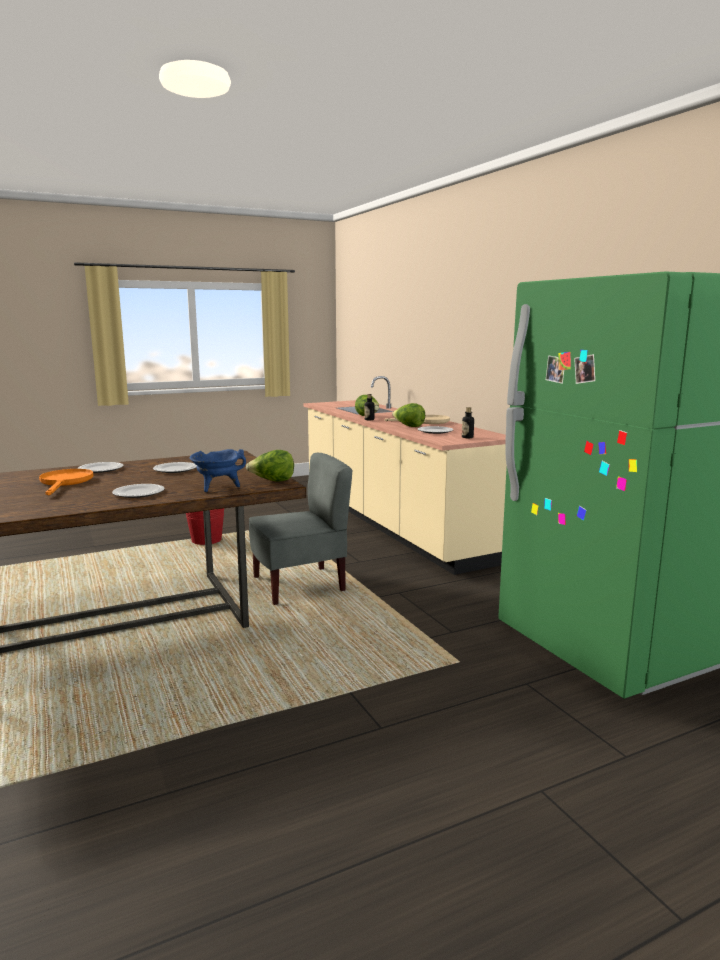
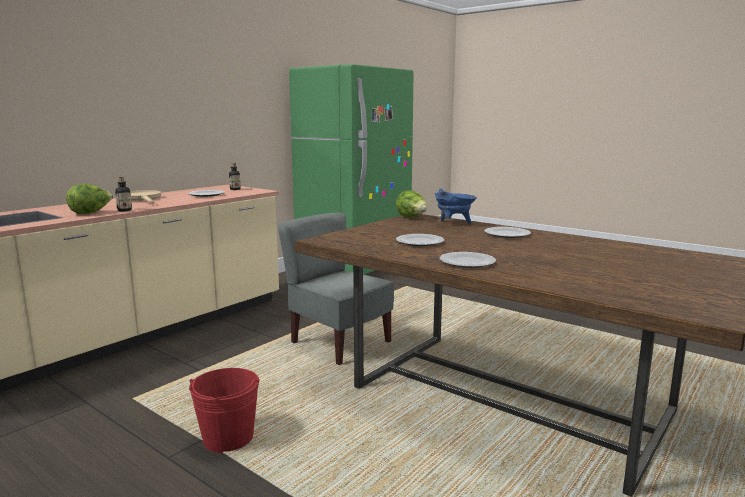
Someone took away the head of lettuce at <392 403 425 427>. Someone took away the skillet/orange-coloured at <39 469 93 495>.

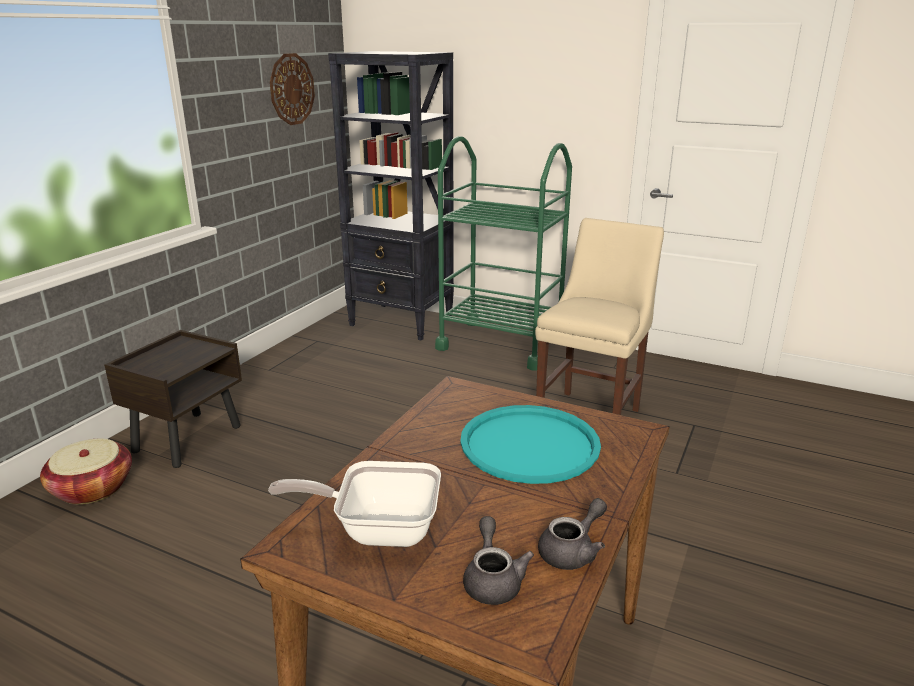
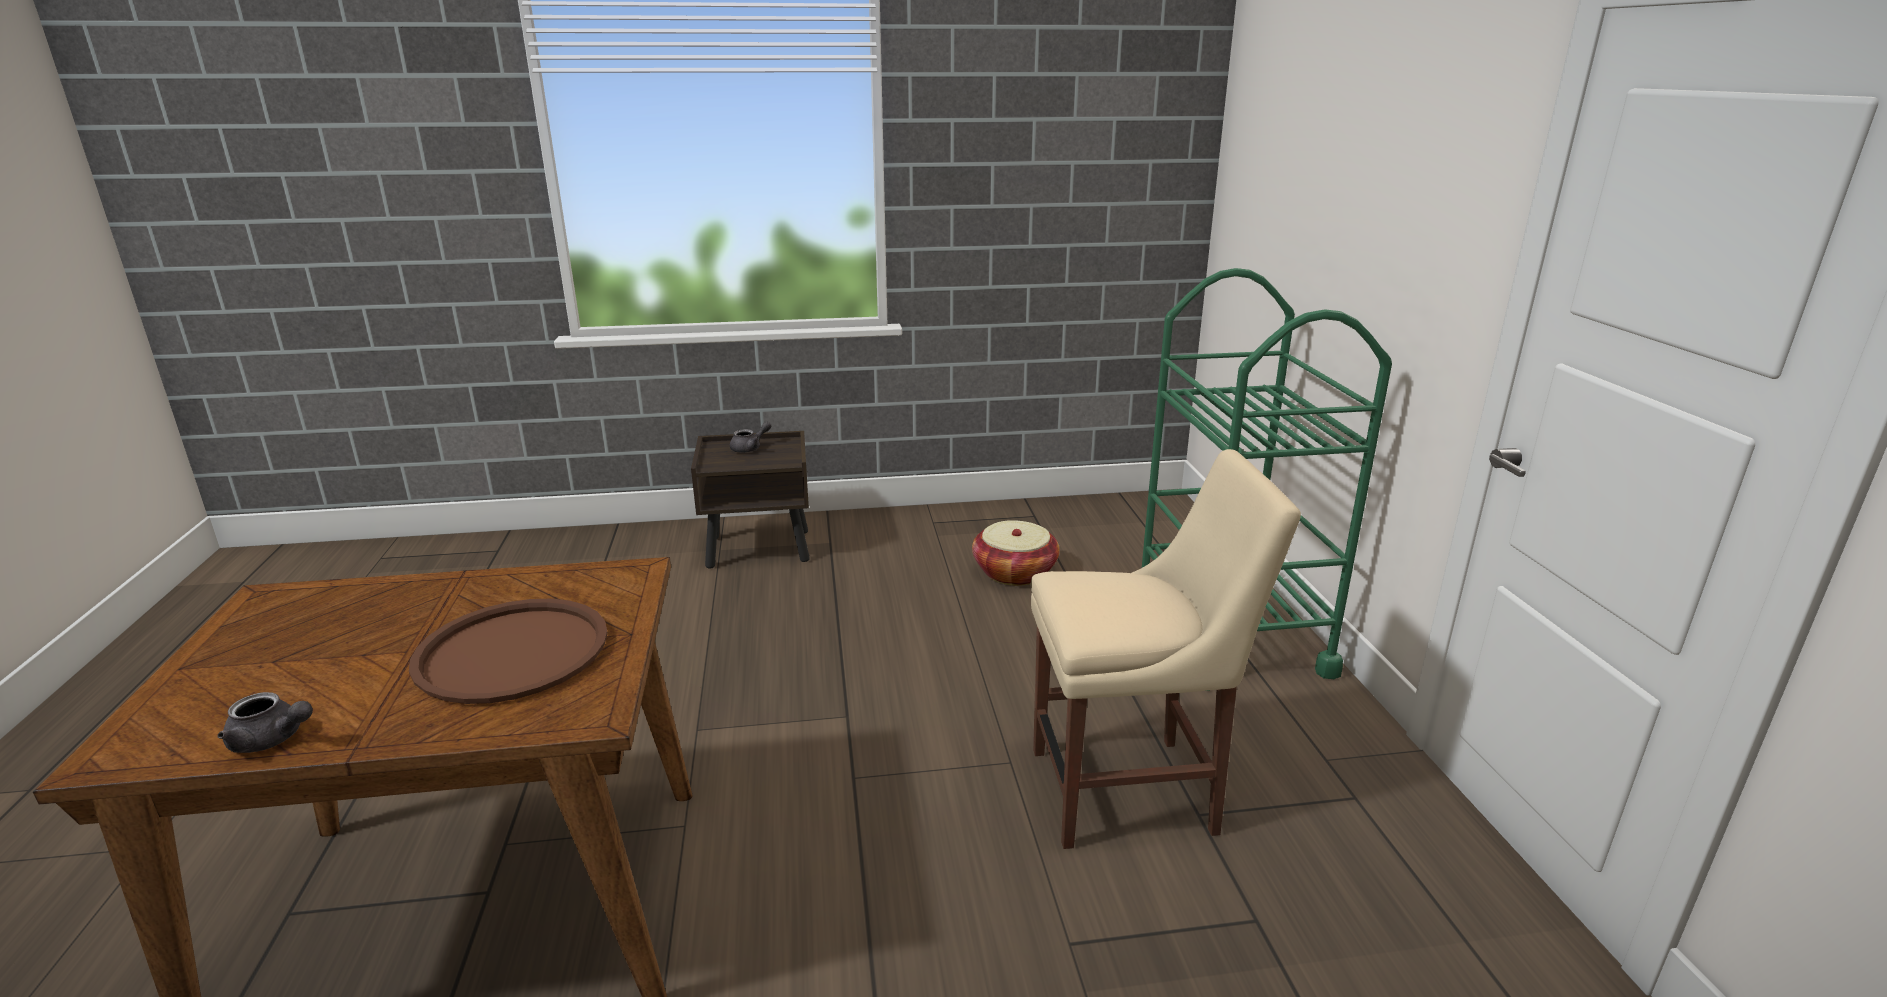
Someone took away the bookcase/black at <328 51 454 341>. Someone took away the hanging clock at <270 53 315 125>. Someone repainted the tray/blue-green at <460 405 601 484>, which became the tray/brownish at <409 599 608 704>. Someone carried the basket from <40 438 132 505> to <972 520 1060 586>. Someone took away the skillet at <268 461 441 547>. Someone carried the tea pot/greyish from <463 516 534 605> to <730 421 771 453>.

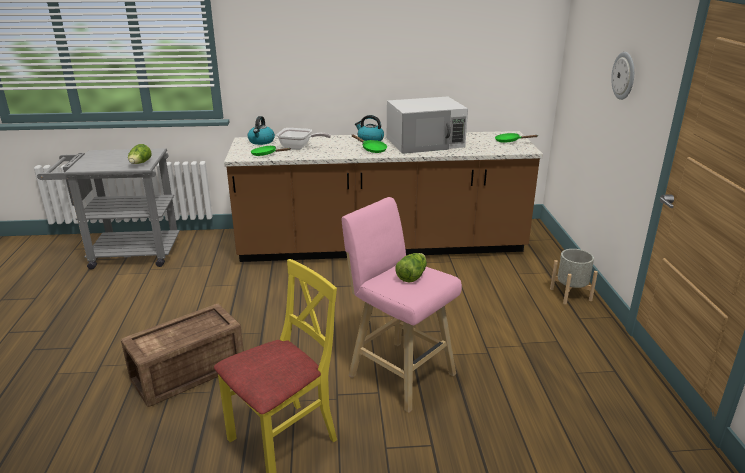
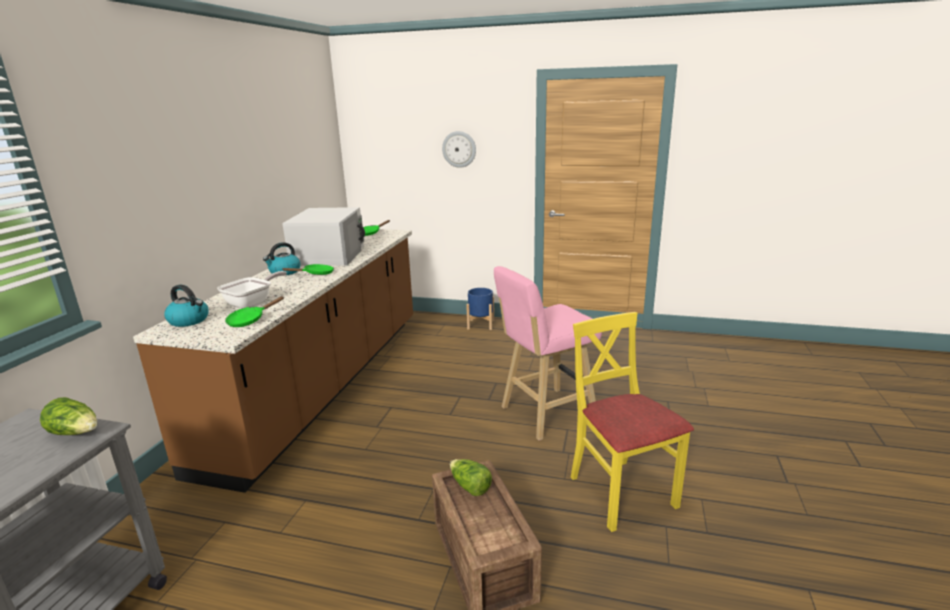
Someone repainted the planter/greyish at <550 249 598 304>, which became the planter/bluish at <466 288 494 330>. Someone carried the head of lettuce from <395 253 427 283> to <450 459 492 496>.

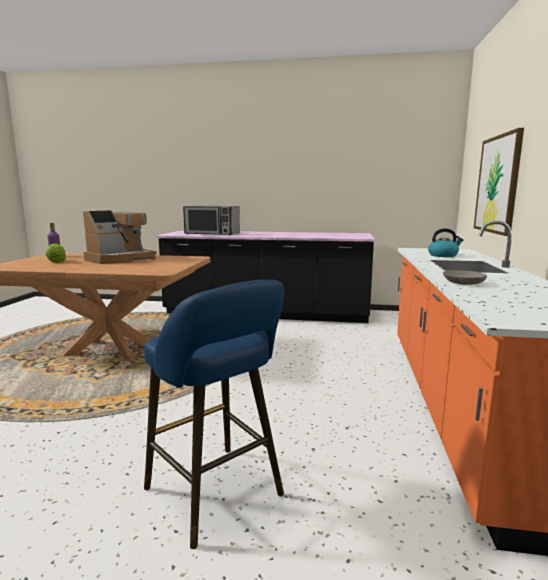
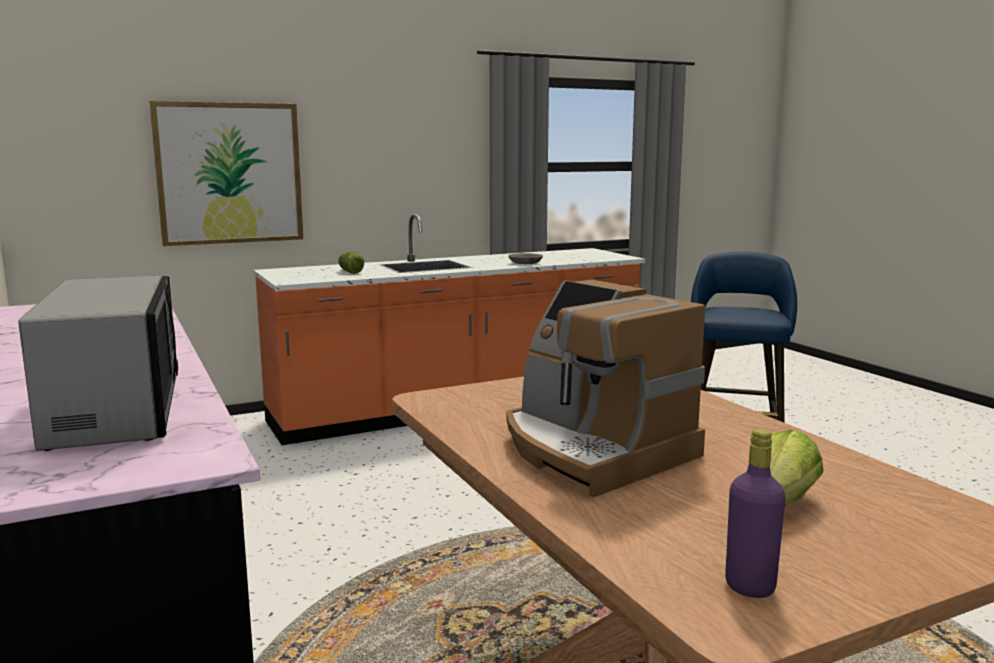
Someone rotated the coffee brewer at <83 210 157 264> by 135 degrees counterclockwise. Someone swapped the kettle at <428 228 463 257> for the head of lettuce at <338 252 364 274>.

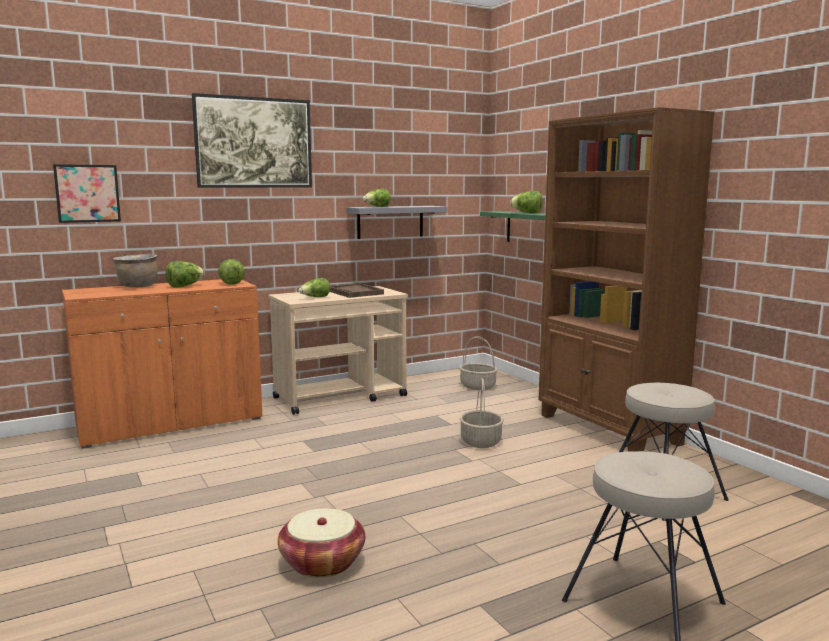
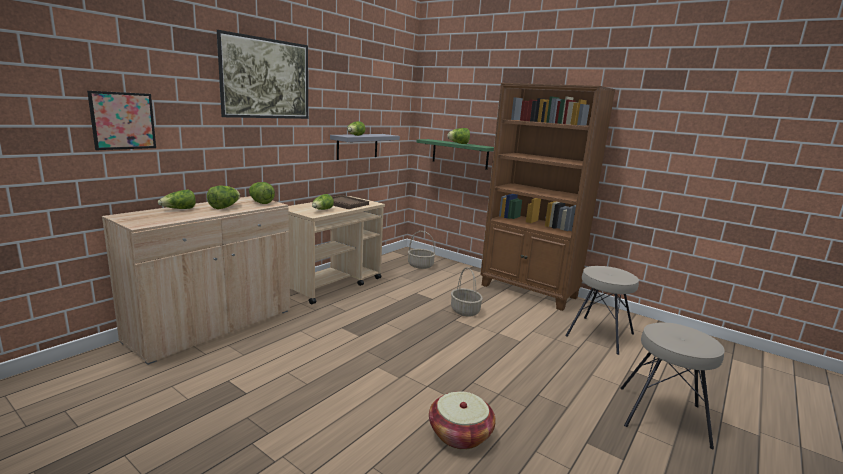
Someone swapped the cooking pot/brownish at <113 254 157 288> for the head of lettuce at <158 190 196 209>. Someone repainted the cabinet/orange-coloured at <62 279 262 449>, which became the cabinet/beige at <102 196 290 365>.

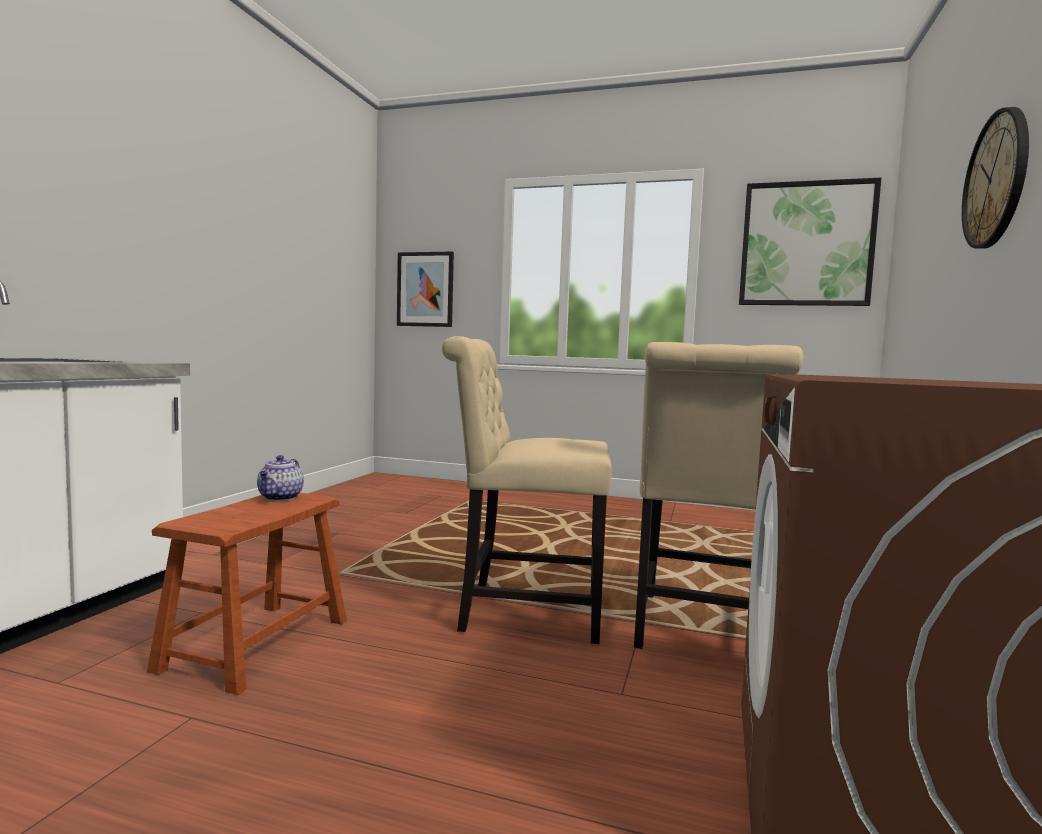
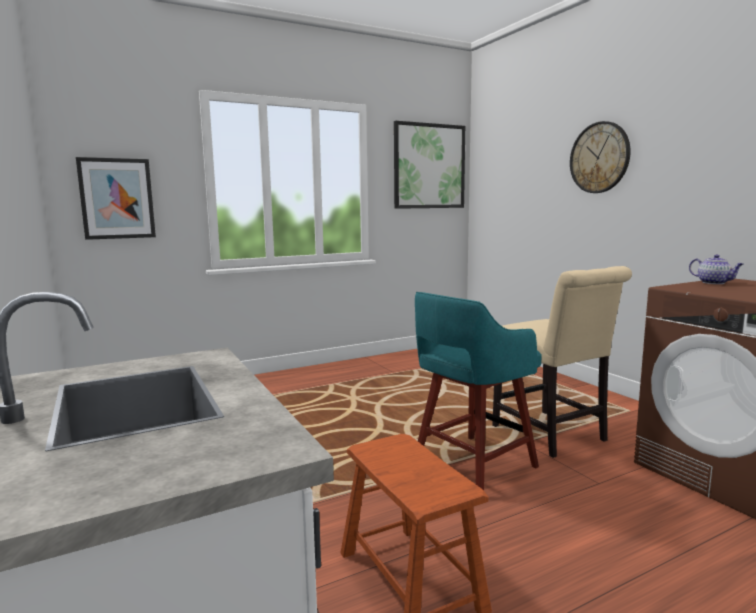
Someone swapped the upright chair/beige at <442 336 612 645> for the stool seat/blue-green at <415 292 542 490>. Someone carried the tea pot from <257 455 304 501> to <689 254 744 284>.

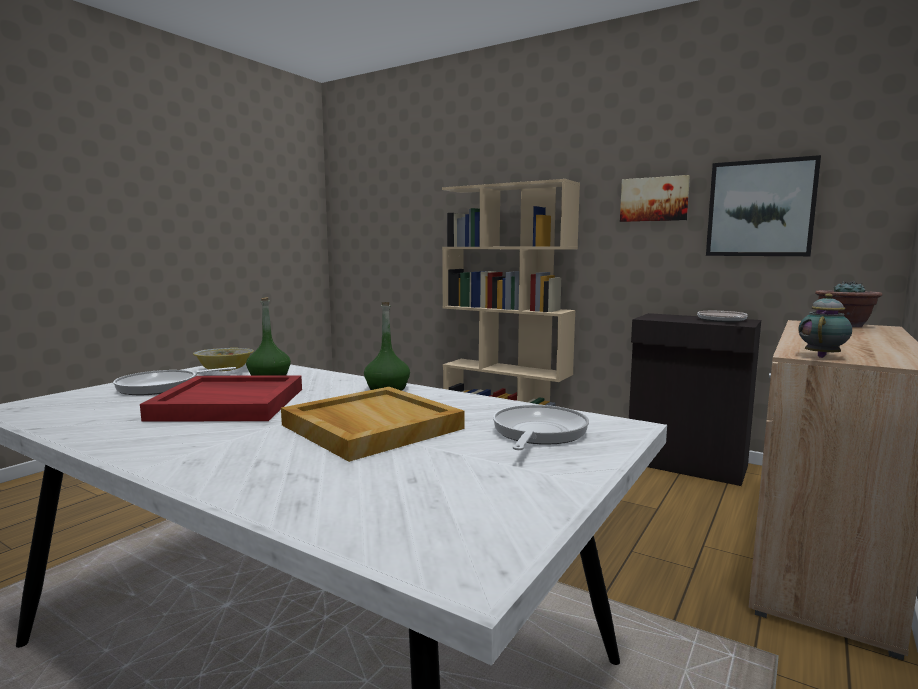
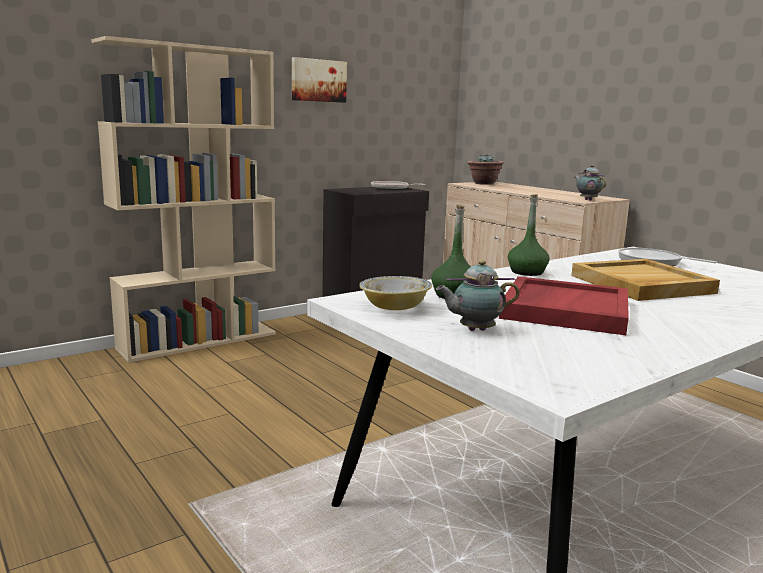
Someone took away the wall picture at <706 155 821 256>. Someone swapped the skillet at <113 367 236 395> for the tea pot at <436 260 520 331>.

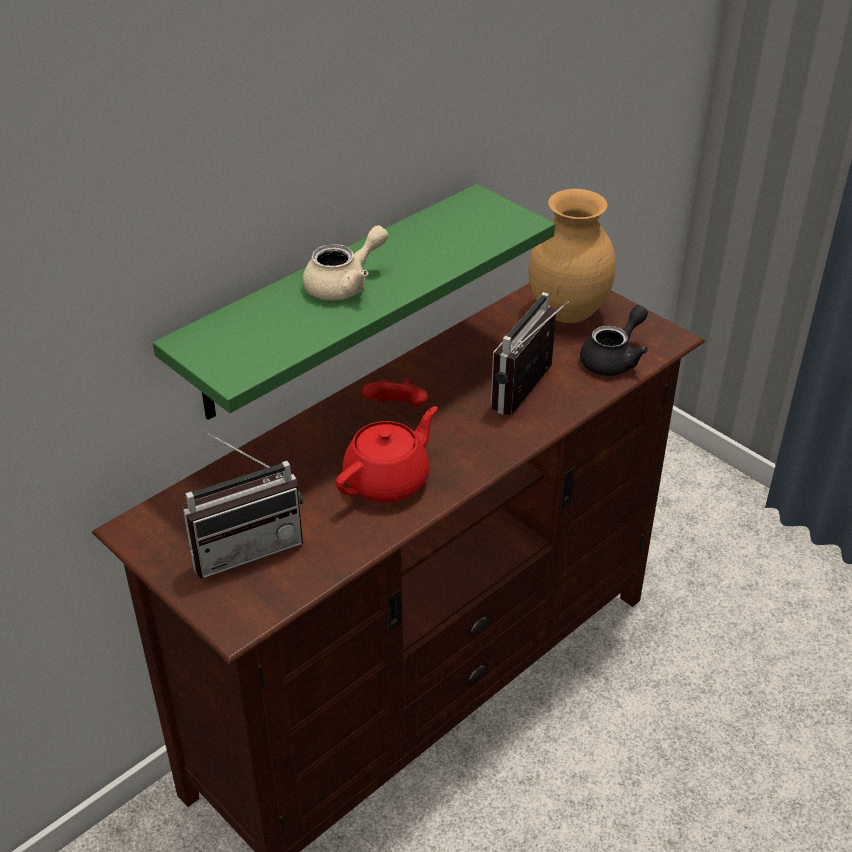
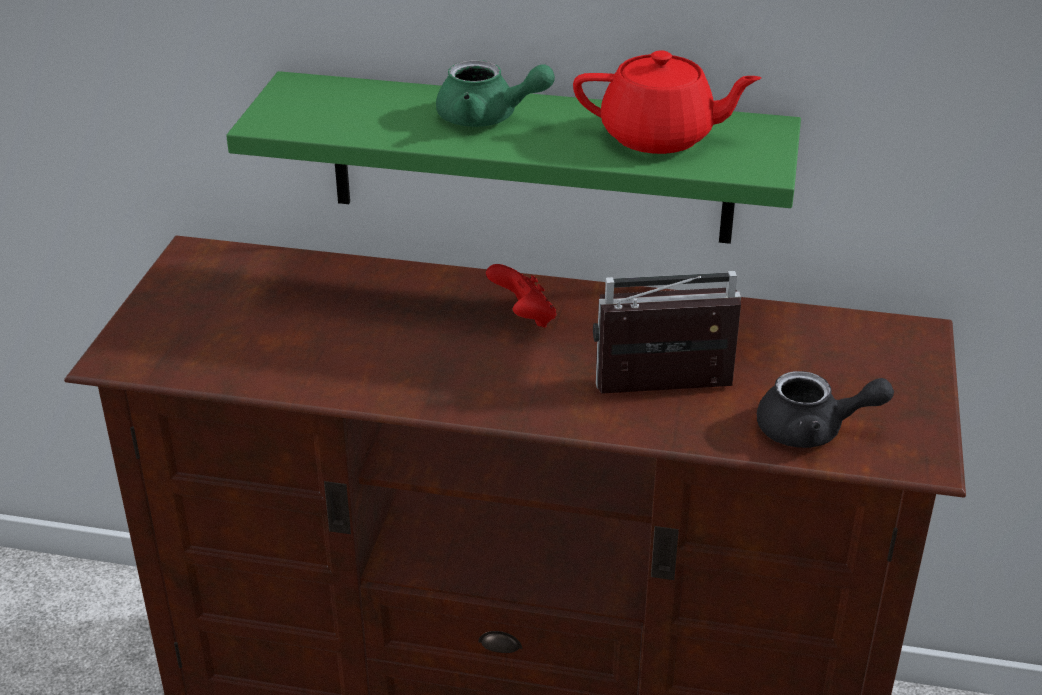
Someone took away the vase/brownish at <528 189 616 323>. Someone repainted the tea pot/beige at <303 225 388 301>, which became the tea pot/green at <436 60 555 127>. Someone carried the tea pot/reddish from <336 406 438 502> to <573 50 761 154>. Someone took away the radio receiver at <182 433 303 578>.

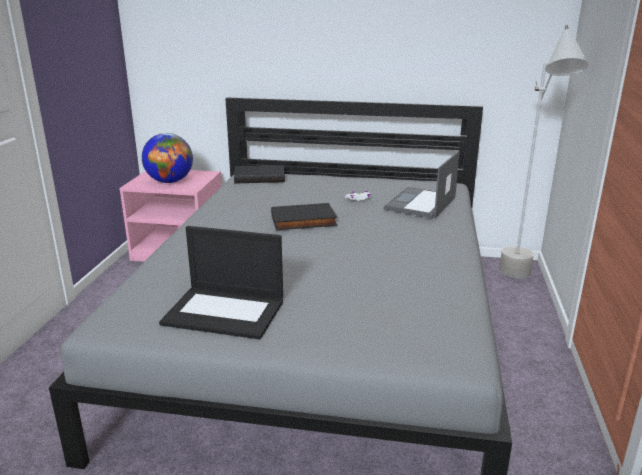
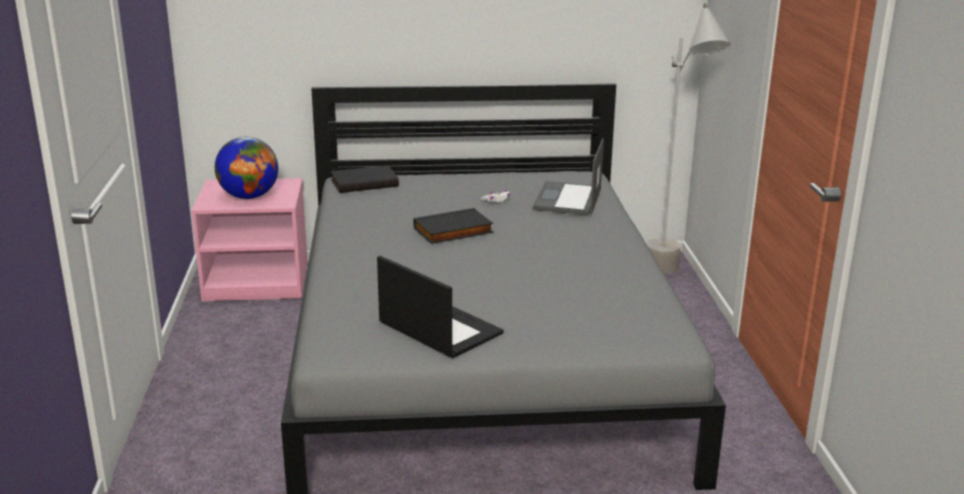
Someone rotated the laptop at <159 226 283 339> by 135 degrees counterclockwise.

